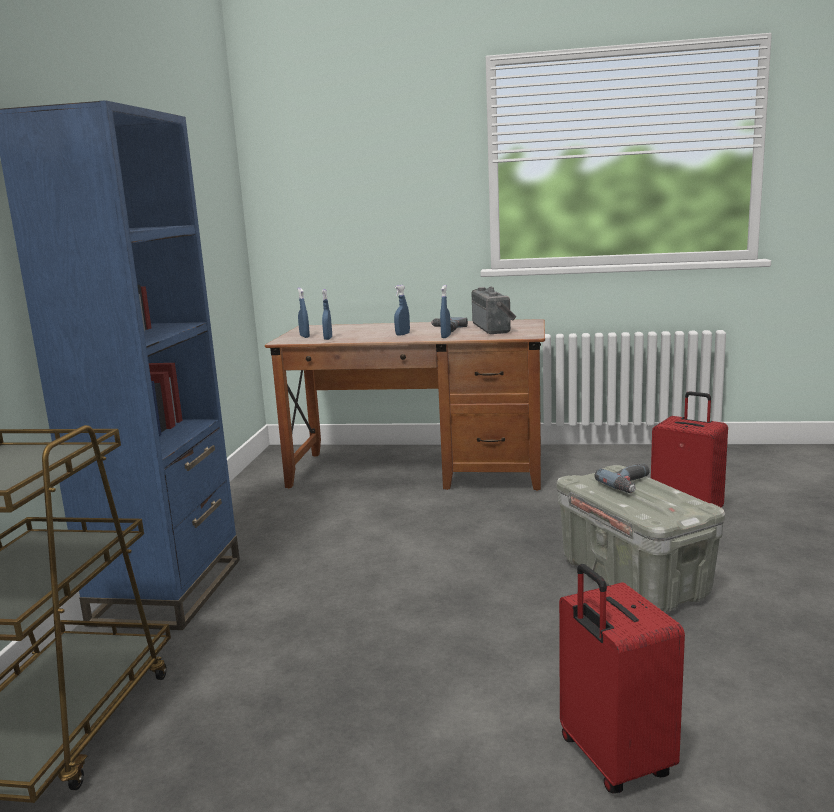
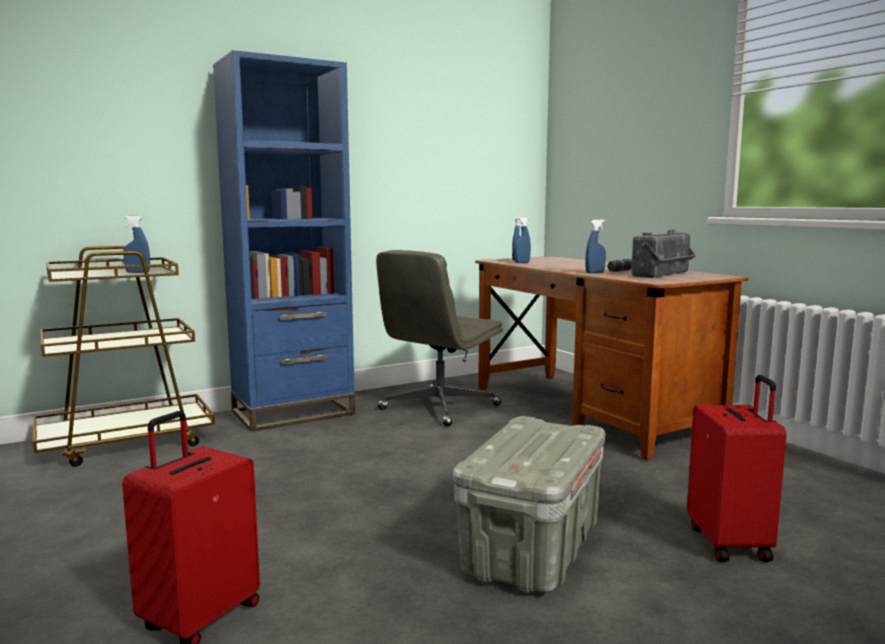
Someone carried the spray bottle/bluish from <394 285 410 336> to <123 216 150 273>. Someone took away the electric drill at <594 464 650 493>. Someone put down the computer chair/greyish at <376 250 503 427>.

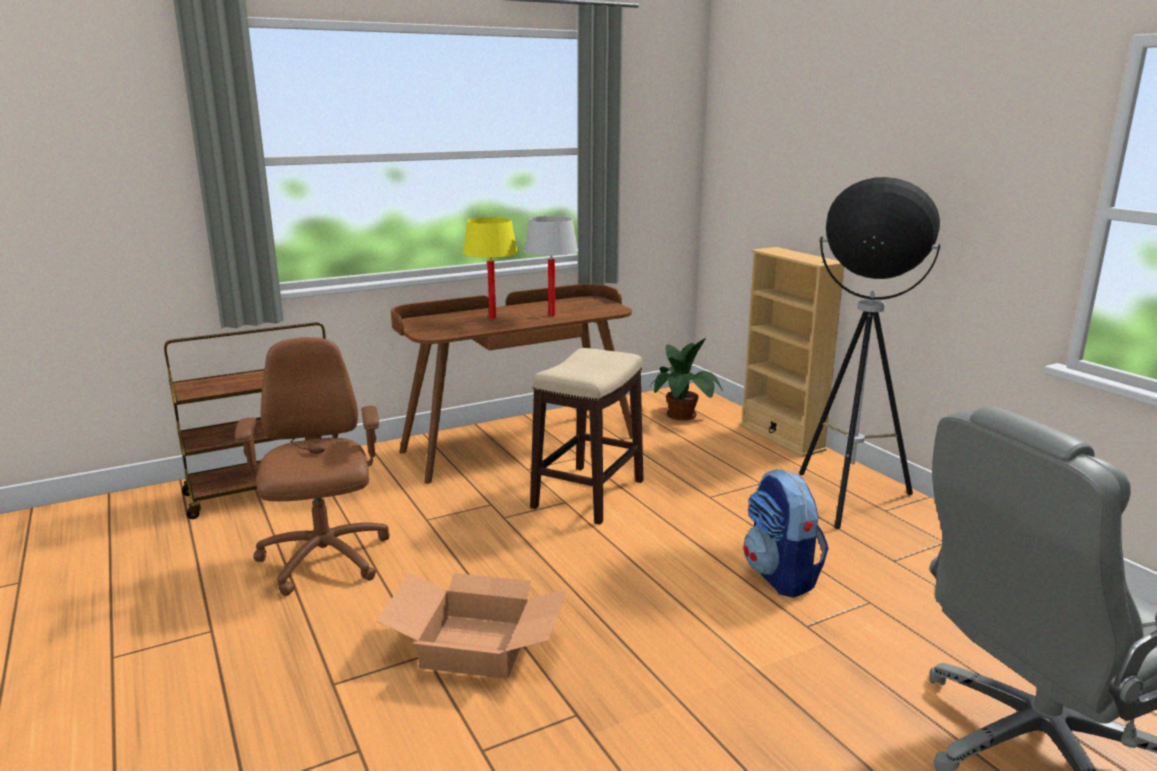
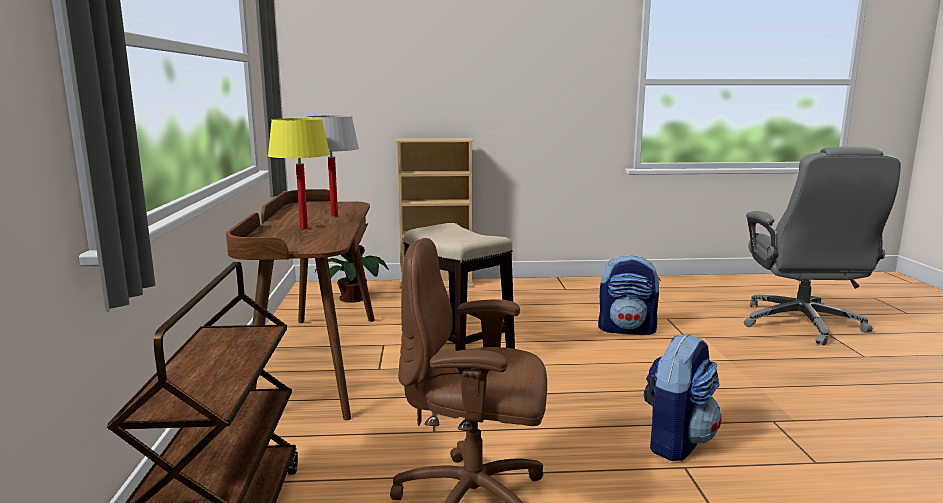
Someone took away the floor lamp at <799 177 941 529>. Someone swapped the packing box at <376 573 567 679> for the knapsack at <644 333 722 461>.

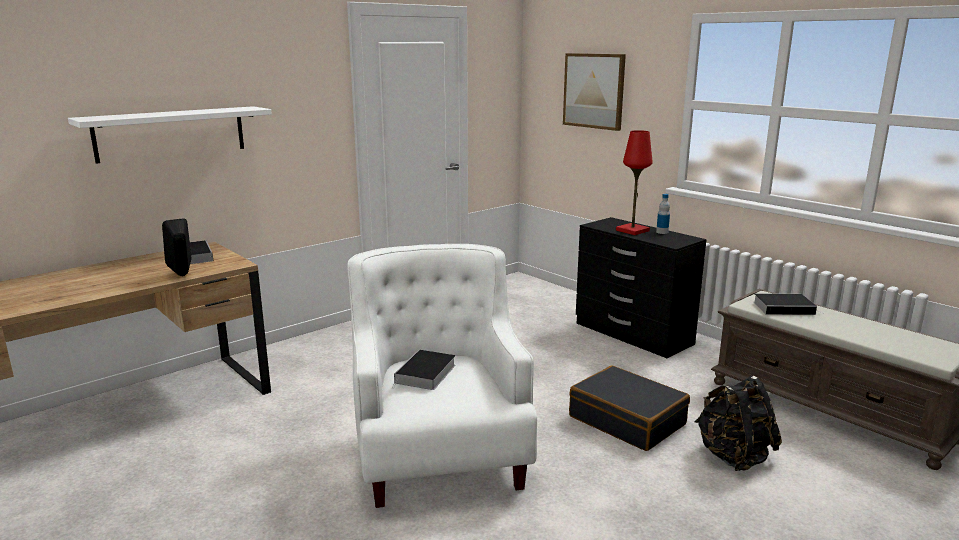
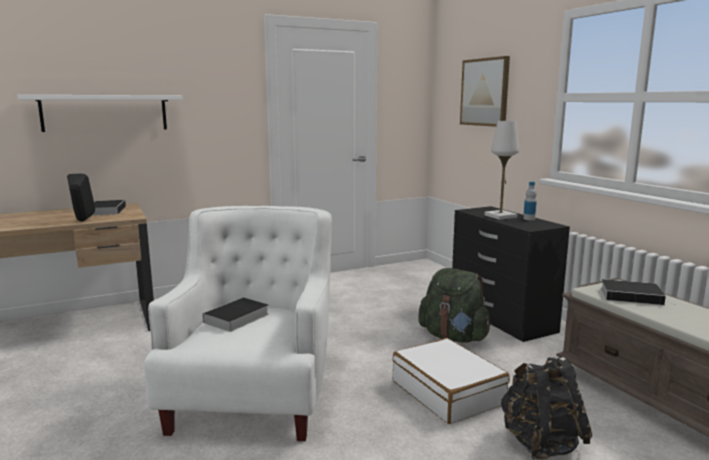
Someone repainted the tabletop lamp/reddish at <616 130 653 235>, which became the tabletop lamp/white-coloured at <485 121 519 220>. Someone repainted the suitcase/black at <569 366 690 451>, which became the suitcase/white-coloured at <392 338 510 424>. Someone put down the knapsack/green at <418 268 491 343>.

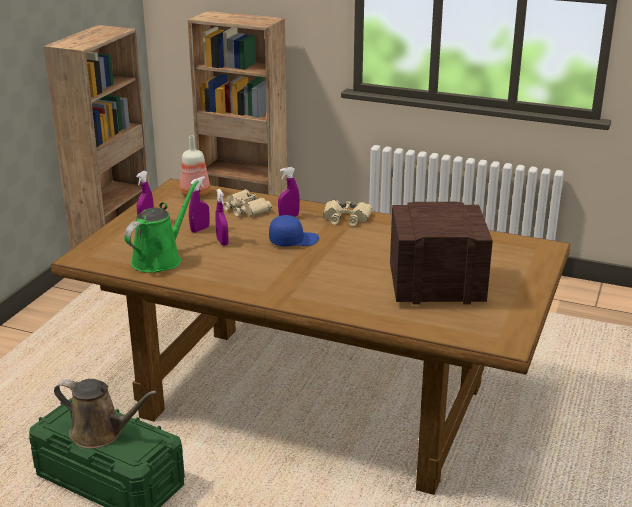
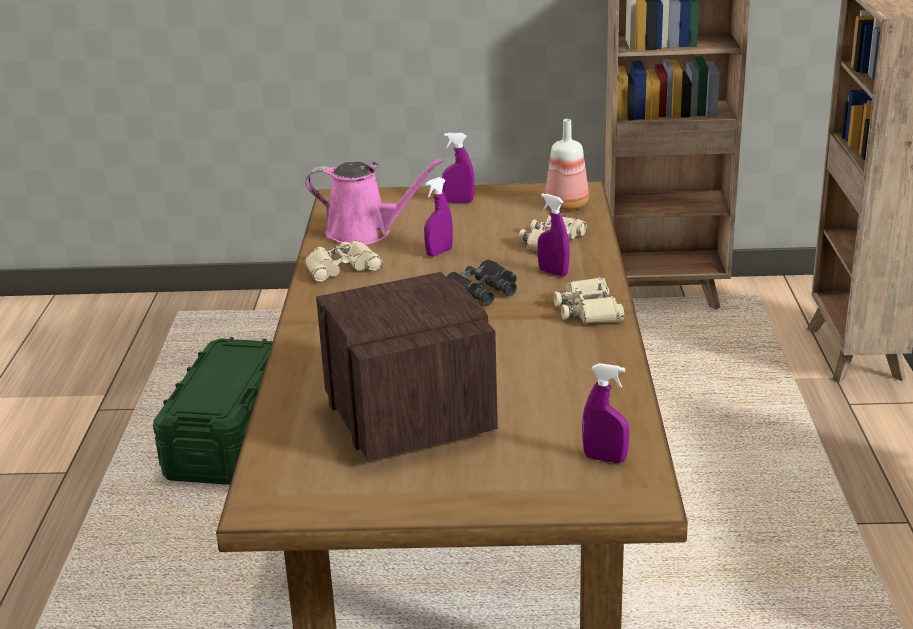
Someone carried the spray bottle/purple-coloured from <189 176 210 233> to <582 363 629 463>. Someone repainted the sprinkling can/green at <124 180 199 273>, which became the sprinkling can/pink at <305 158 444 245>. Someone swapped the baseball cap/bluish at <269 215 319 246> for the field glasses/black at <446 259 517 305>. Someone took away the sprinkling can/brownish at <54 379 158 449>. Someone put down the field glasses/beige at <305 240 383 283>.

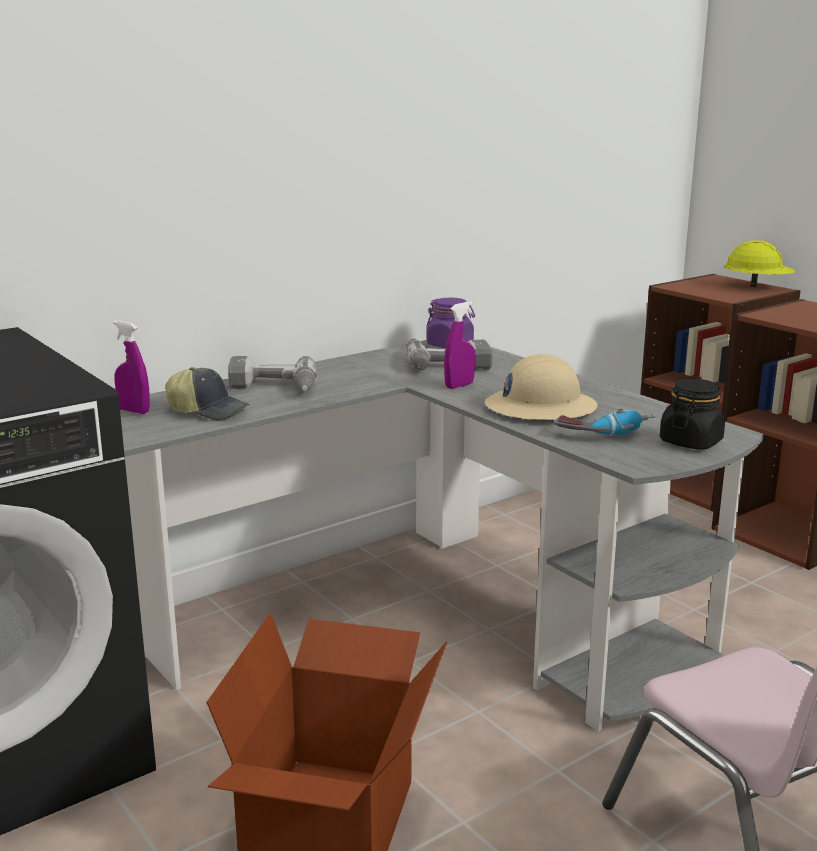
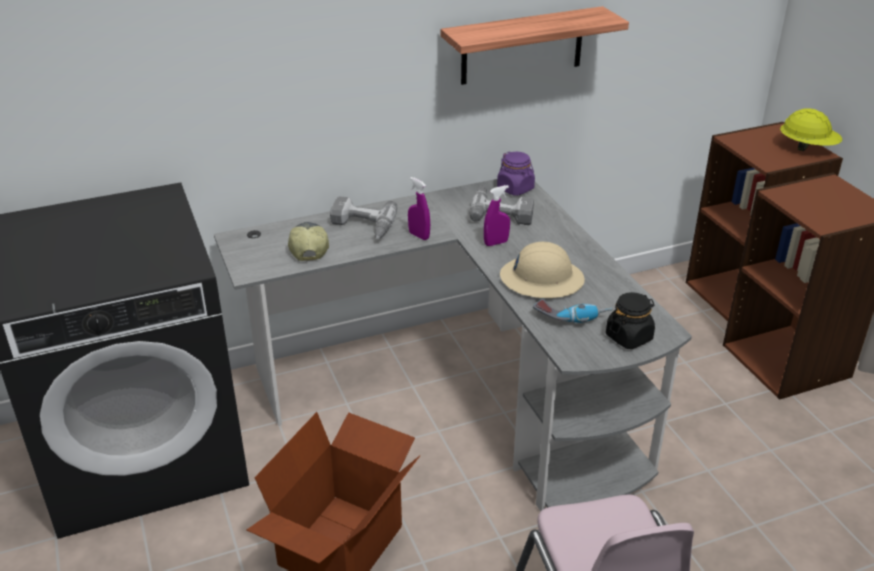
Someone carried the spray bottle/purple-coloured from <113 321 150 414> to <408 177 430 240>. Someone rotated the baseball cap at <165 367 250 420> by 135 degrees counterclockwise. Someone put up the shelf at <441 6 629 85>.

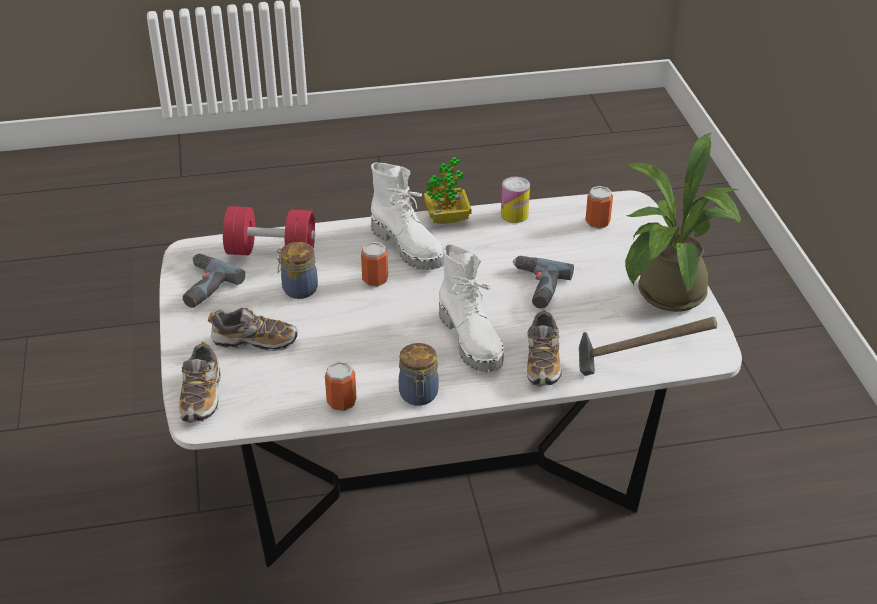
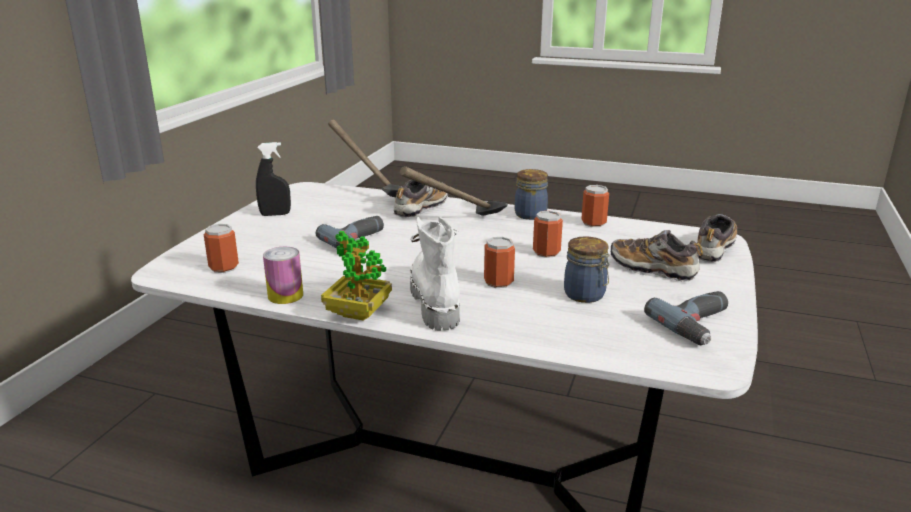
Someone swapped the houseplant at <625 133 741 312> for the spray bottle/black at <256 142 291 216>. Someone took away the dumbbell/reddish at <223 206 315 255>. Someone swapped the tall boot/white-coloured at <439 244 504 372> for the hand hammer at <400 166 508 216>. Someone put down the can at <533 211 563 258>.

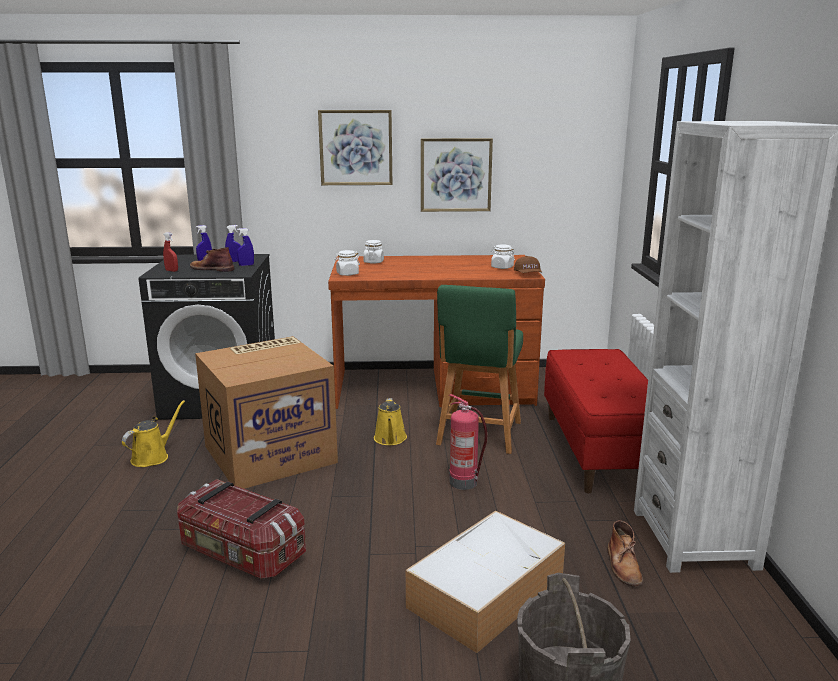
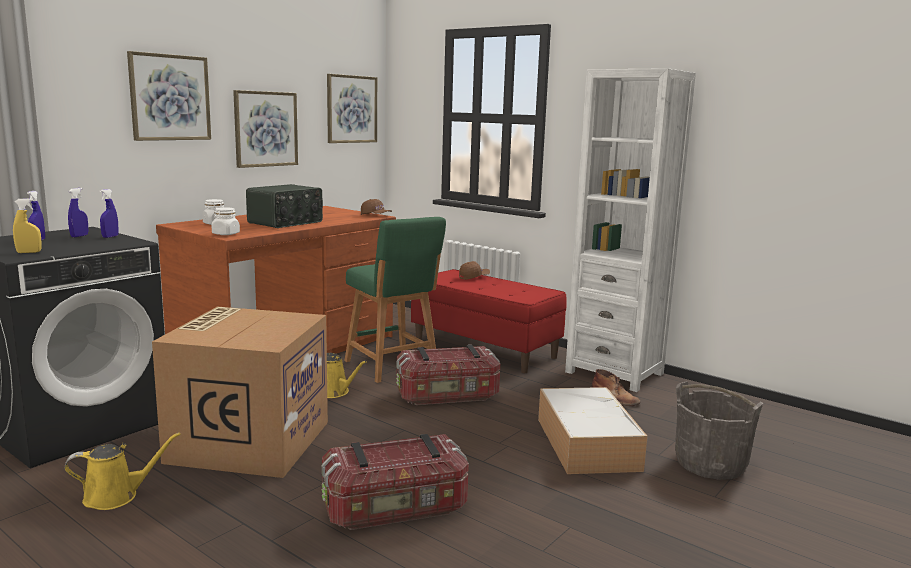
Someone repainted the spray bottle/reddish at <163 232 178 272>, which became the spray bottle/yellow at <13 198 42 253>. Someone took away the jar/white-coloured at <491 245 515 269>. Someone took away the tall boot/brownish at <190 247 234 272>. Someone swapped the fire-fighting cylinder at <449 394 487 490> for the storage box at <396 345 500 405>. Someone rotated the sprinkling can/yellow at <122 400 185 467> by 90 degrees clockwise. Someone put up the wall picture at <327 74 377 143>. Someone put down the radio receiver at <246 184 323 228>. Someone put down the baseball cap/brownish at <459 261 490 280>.

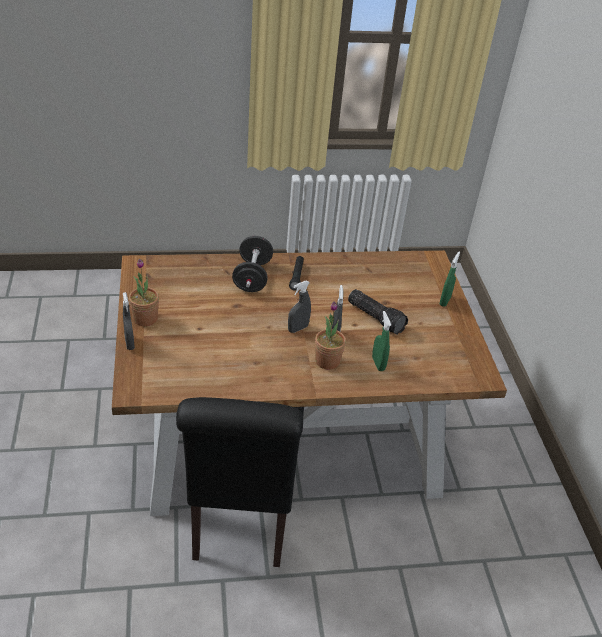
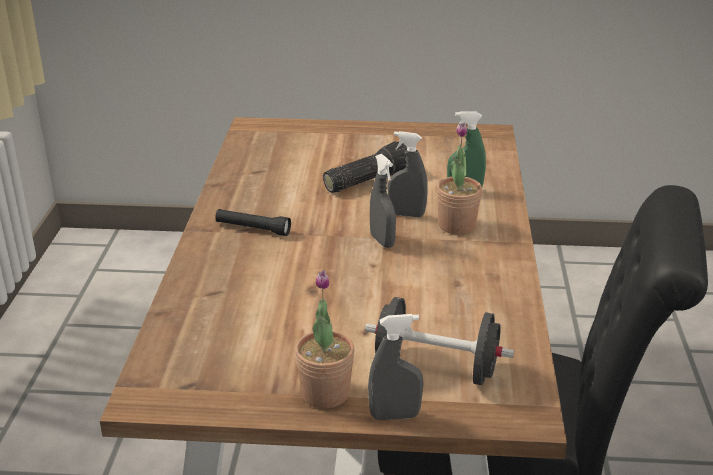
Someone carried the dumbbell/black from <232 236 273 292> to <365 297 514 385>. Someone took away the spray bottle/green at <440 252 460 307>.

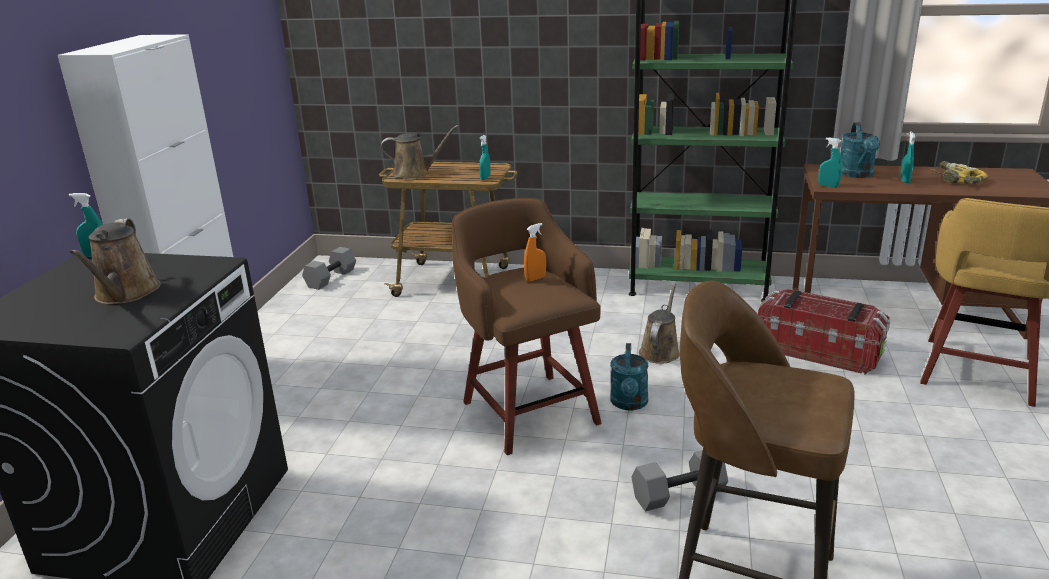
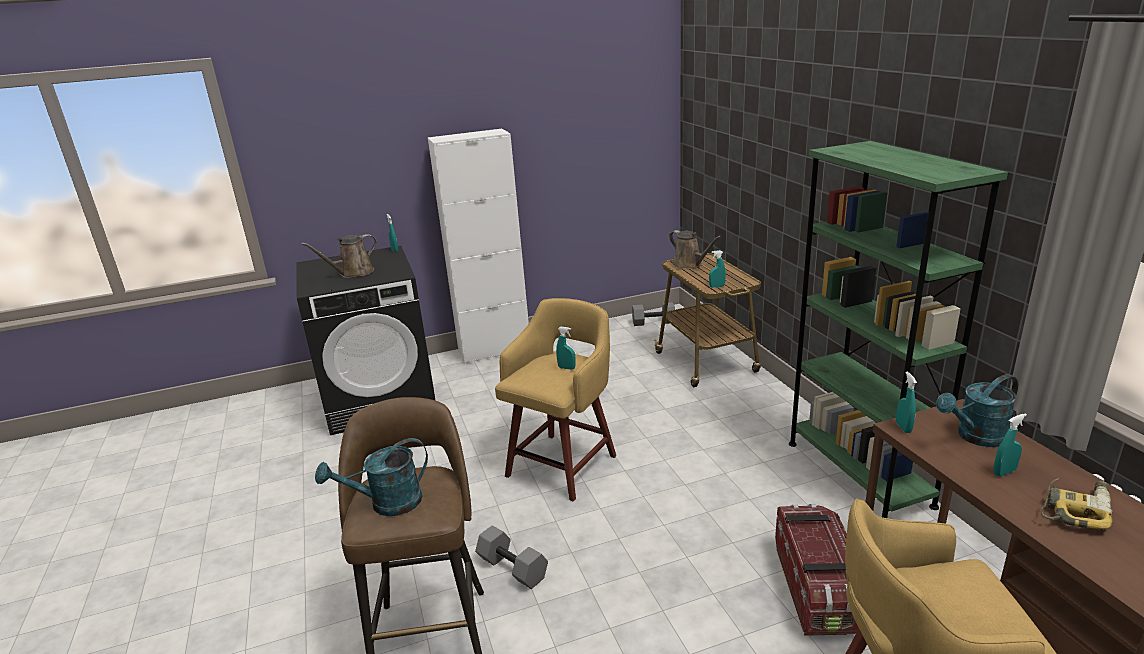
Someone repainted the stool seat/brownish at <452 198 602 455>, which became the stool seat/yellow at <495 298 616 502>. Someone repainted the spray bottle/orange-coloured at <524 223 546 282>, which became the spray bottle/blue-green at <556 327 576 370>. Someone took away the sprinkling can/brownish at <639 283 680 364>. Someone carried the sprinkling can/blue-green from <610 343 648 410> to <315 438 428 516>.

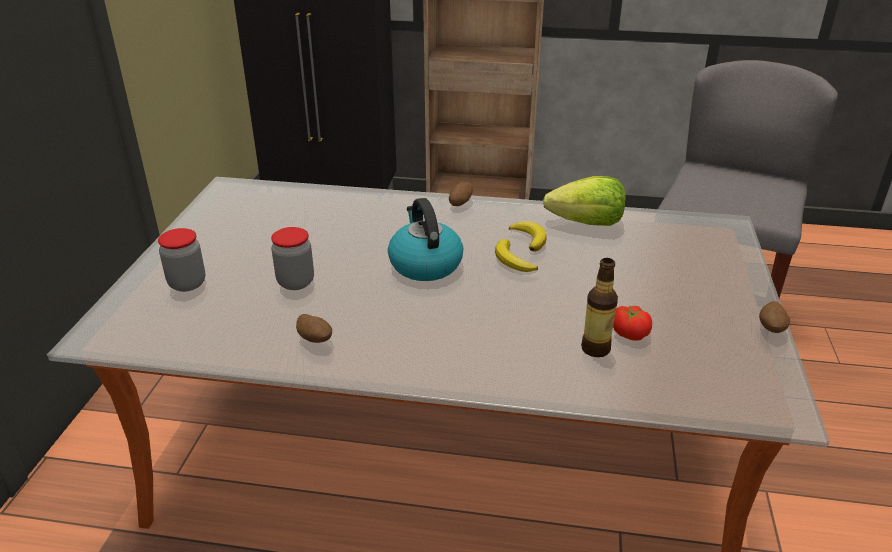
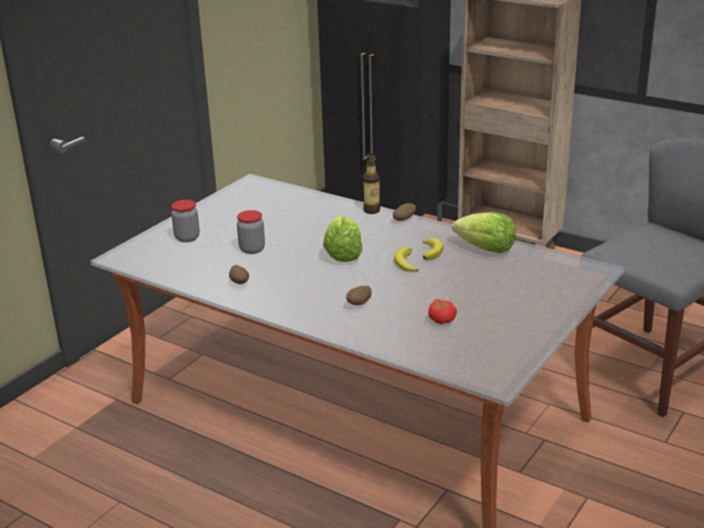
Someone swapped the kettle at <388 198 463 281> for the head of lettuce at <323 216 362 262>. Someone carried the beverage bottle from <581 258 618 357> to <363 154 380 214>. Someone carried the whole potato from <759 301 790 333> to <346 286 372 305>.

